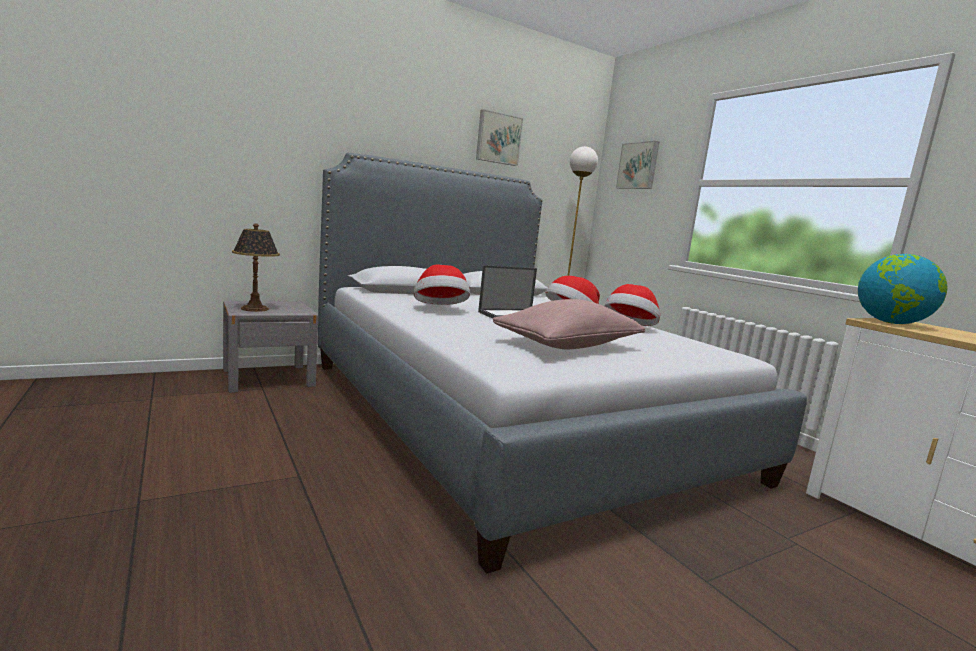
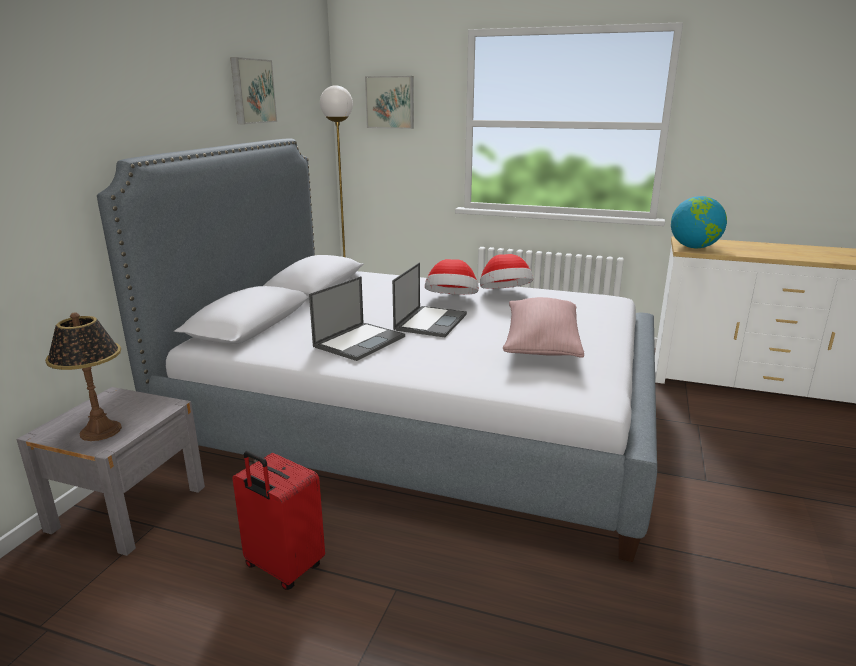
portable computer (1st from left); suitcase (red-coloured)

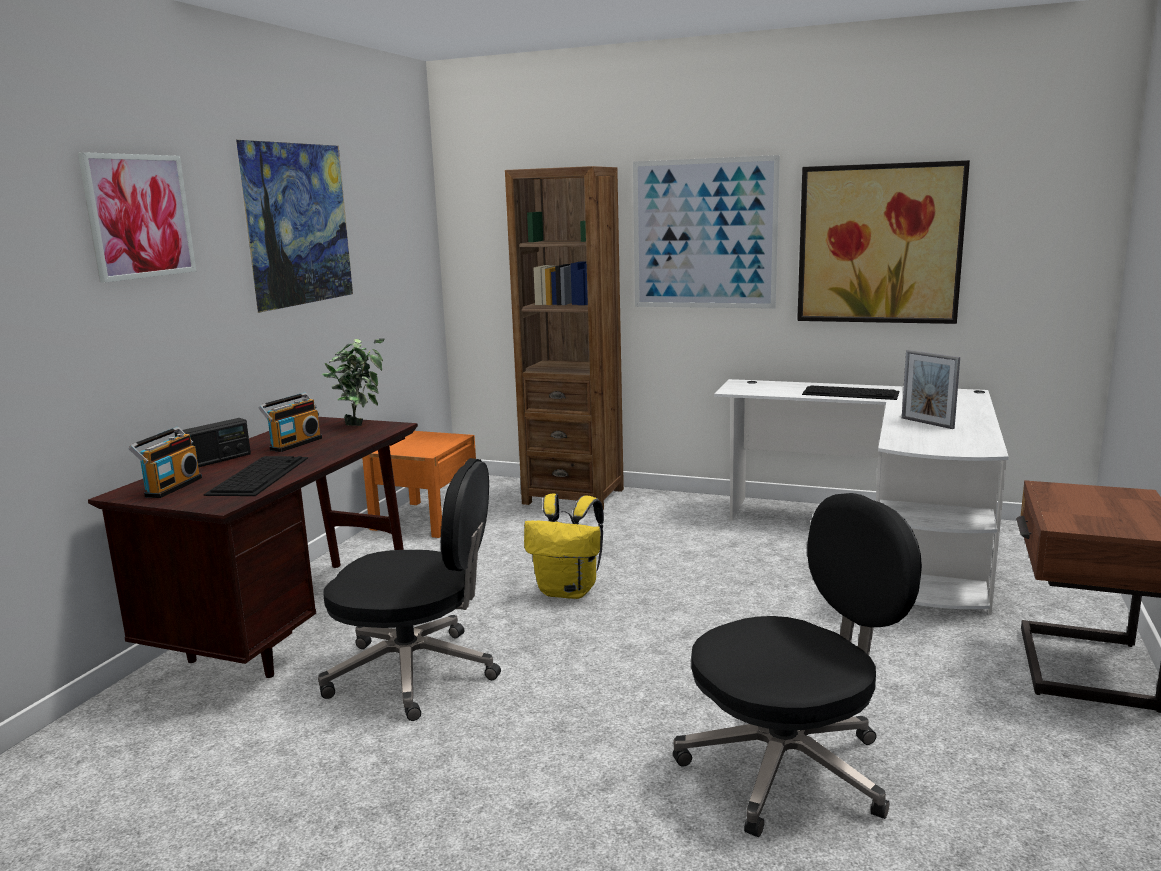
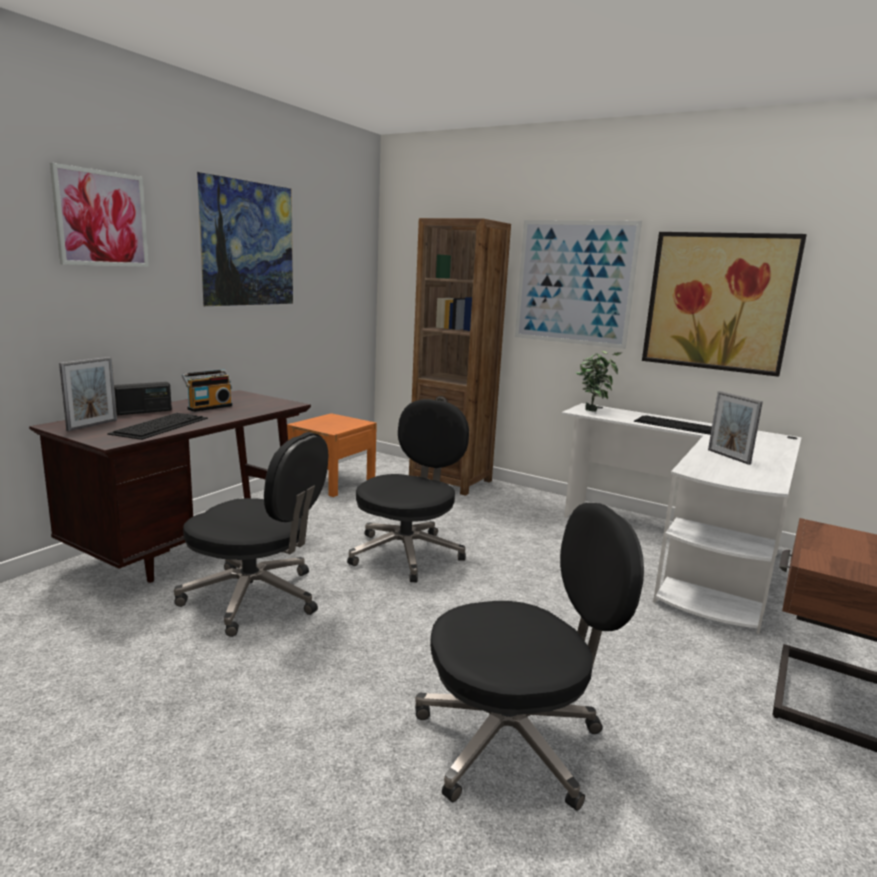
standing frame (1st from left); houseplant; desk chair (black) (2nd from left)

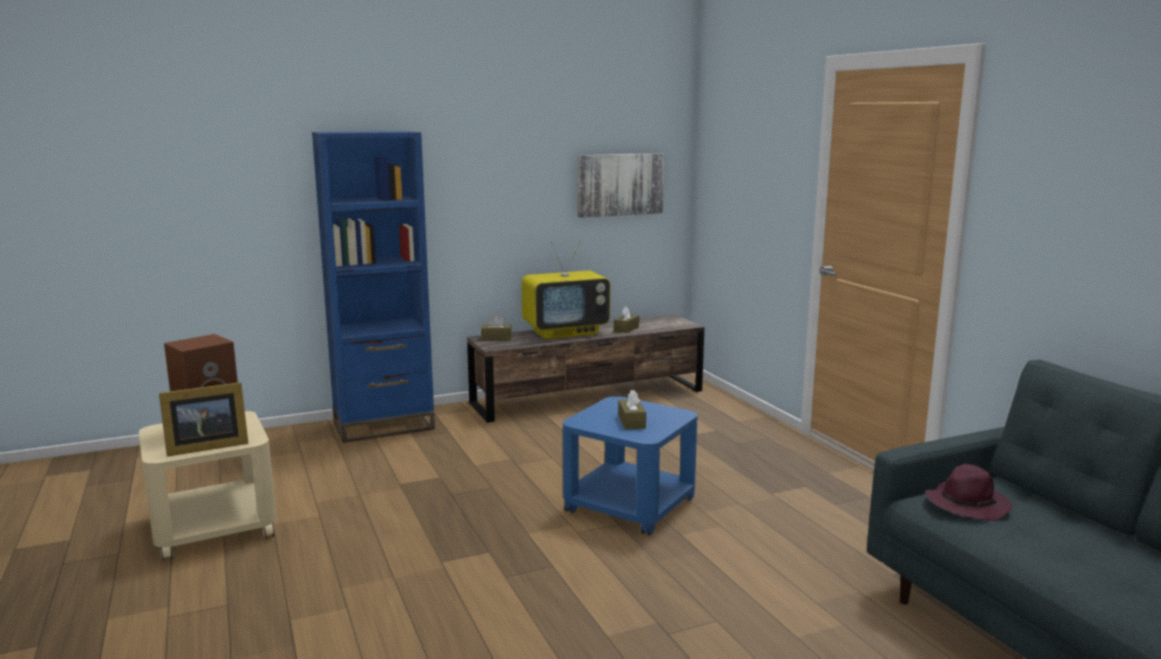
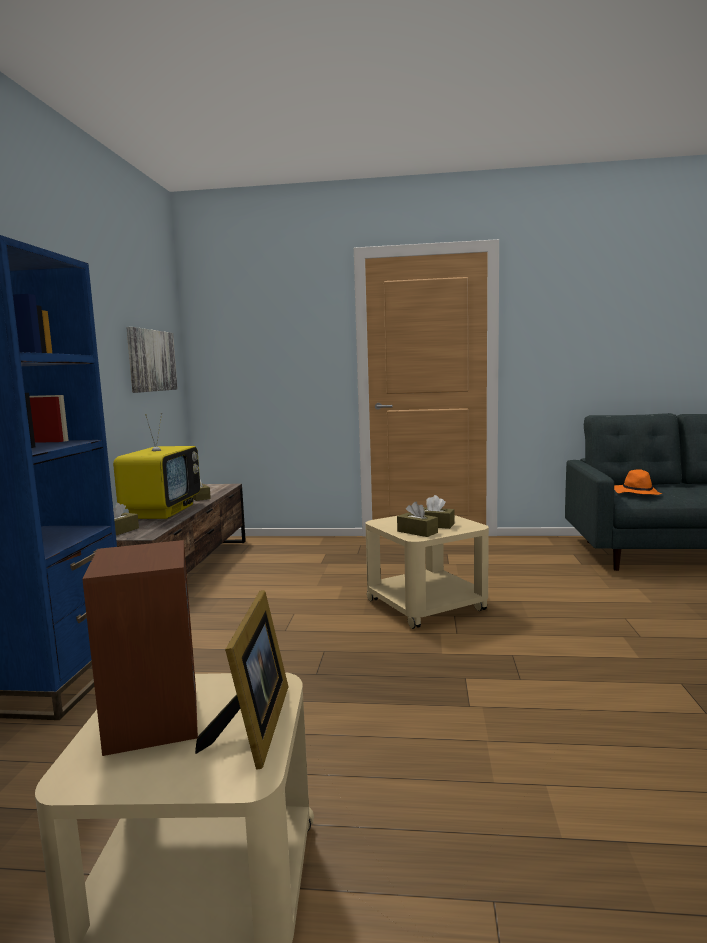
side table (beige) (2nd from left); hat (orange-coloured); tissue box (brown) (3rd from left)

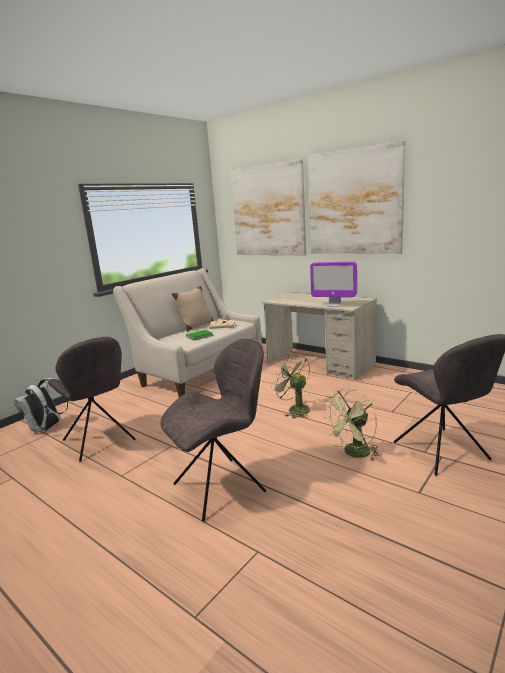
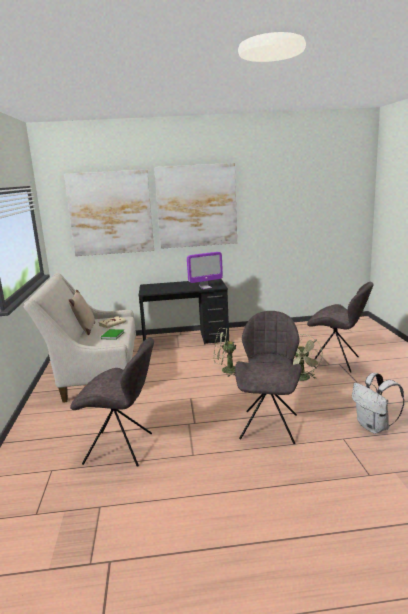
knapsack (white-coloured); desk table (black)

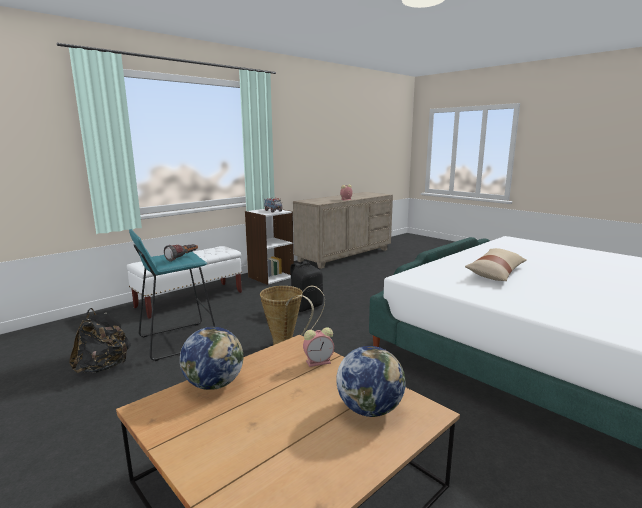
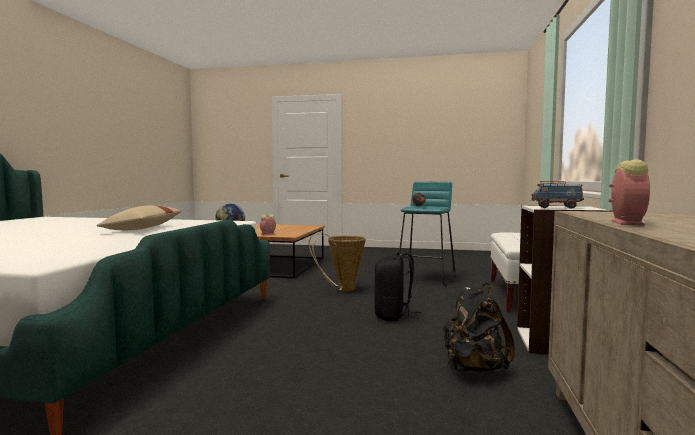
knapsack (black) (2nd from left); desk globe (1st from left in the first image)

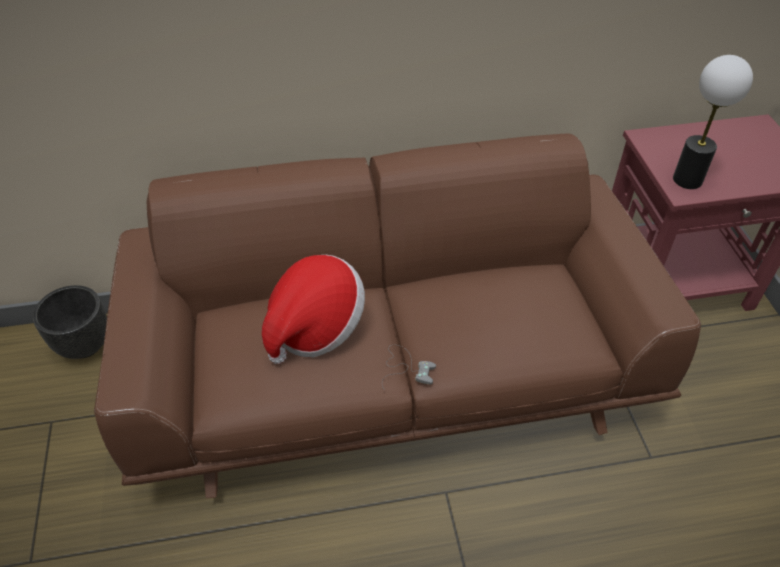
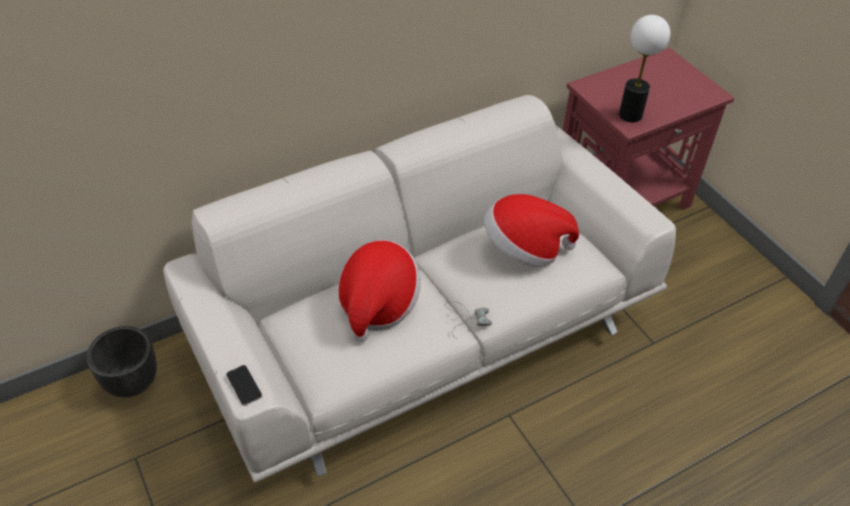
settee (white-coloured); handset; hat (2nd from left)

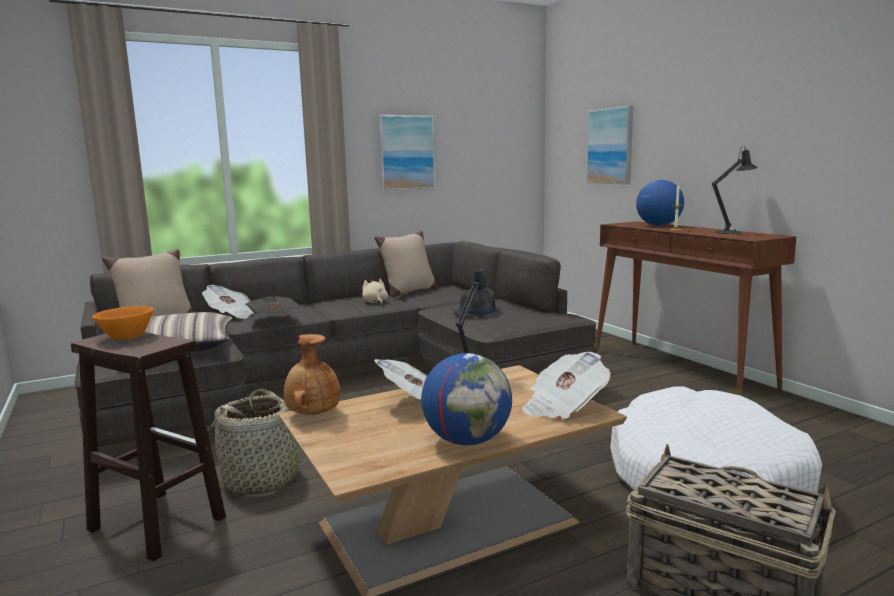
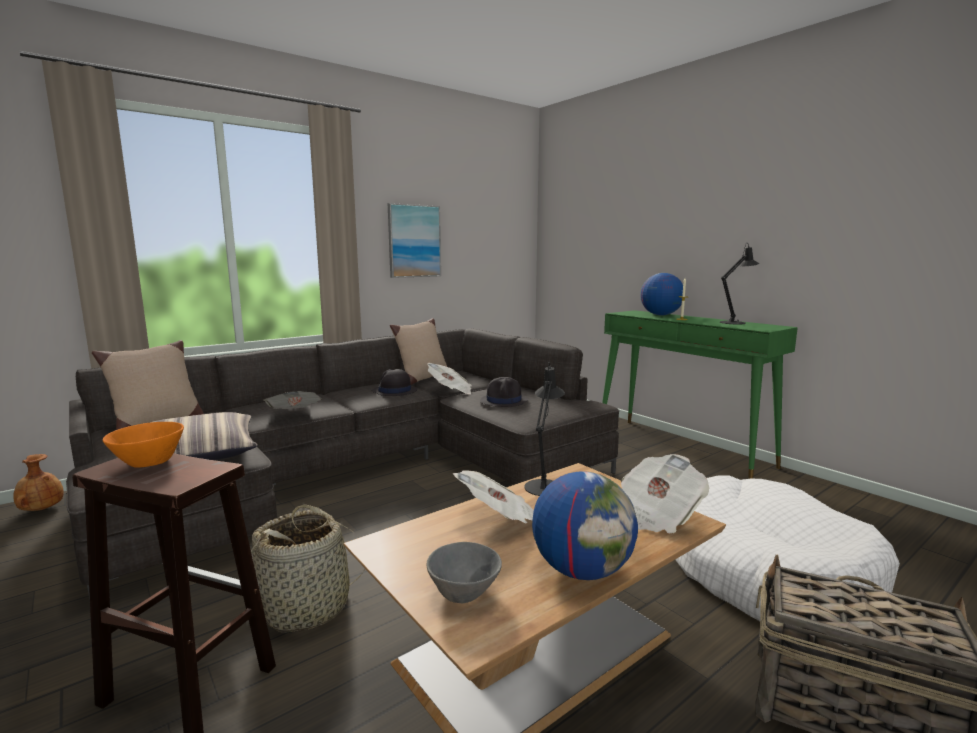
printed paper (2nd from left); vase (brown); hat (black) (1st from left); wall picture (2nd from left in the first image); narrow table (green-coloured); serving bowl (greyish)

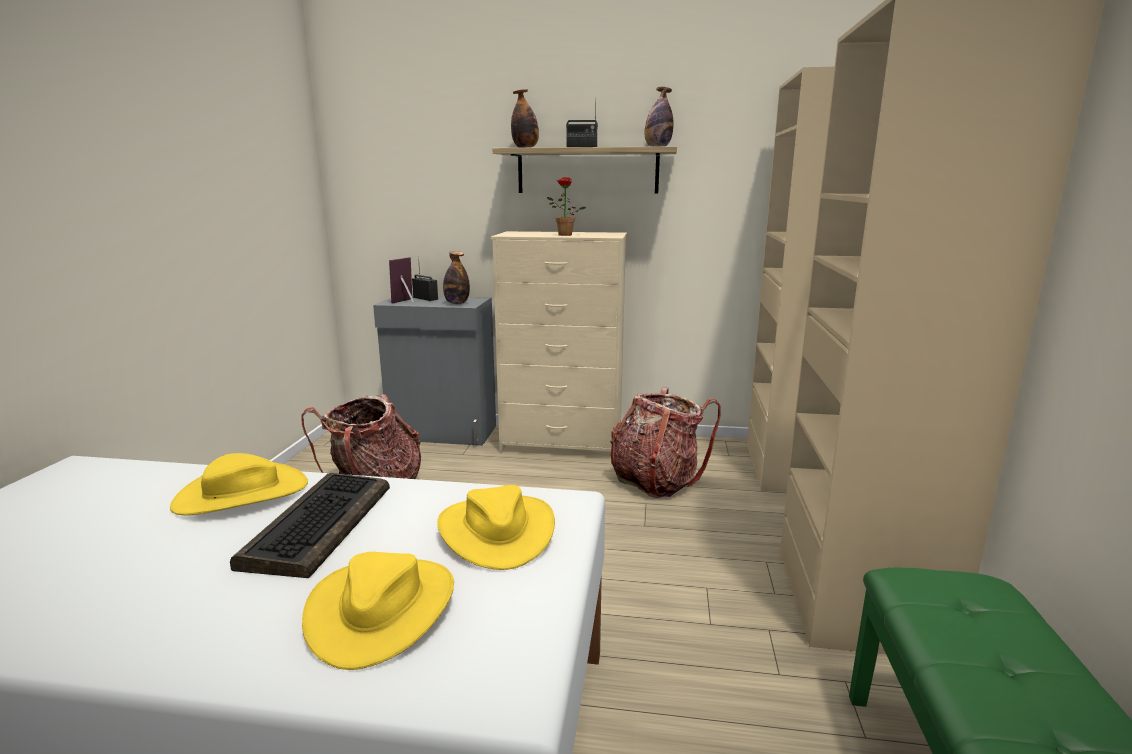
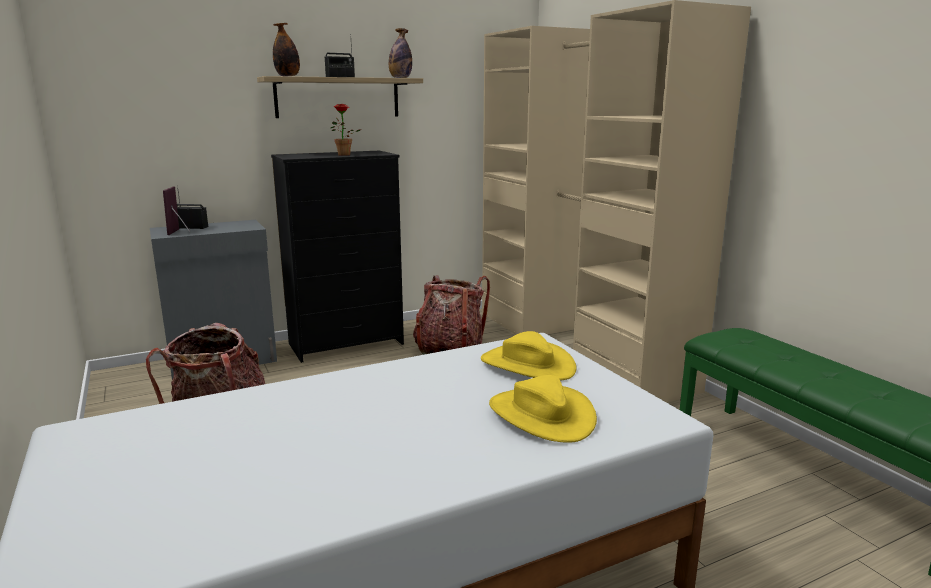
hat (yellow) (1st from left in the first image); PC keyboard; drink bottle (1st from left in the first image); drawer chest (black)

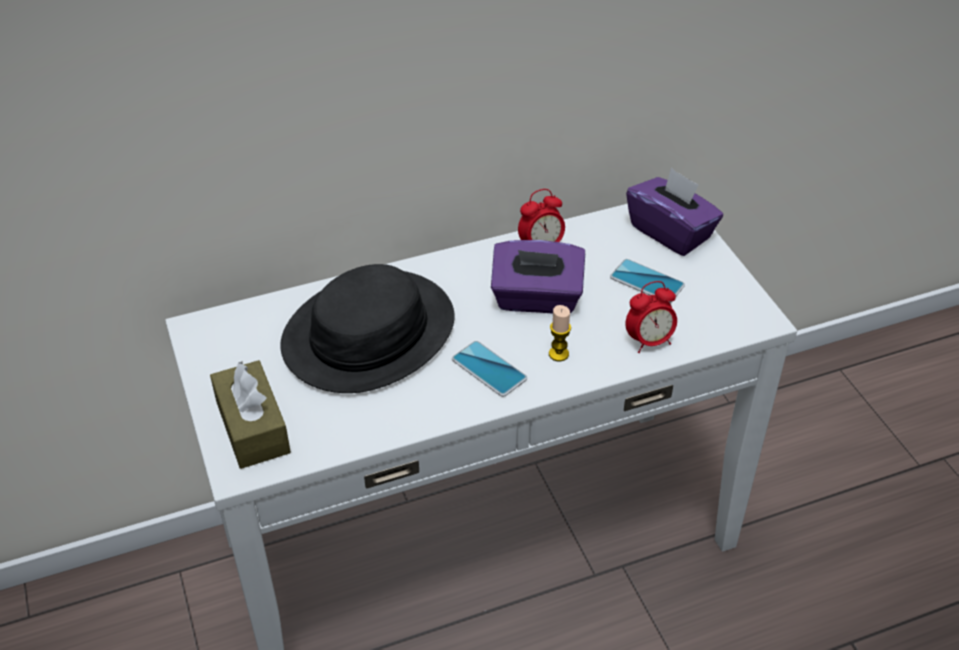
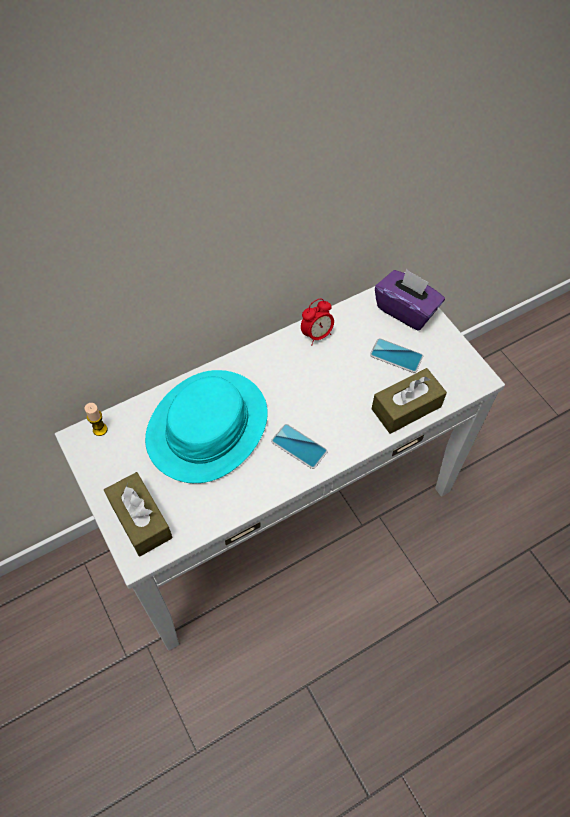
hat (blue-green); tissue box (purplish) (1st from left in the first image); wax light; tissue box (brown) (2nd from left)

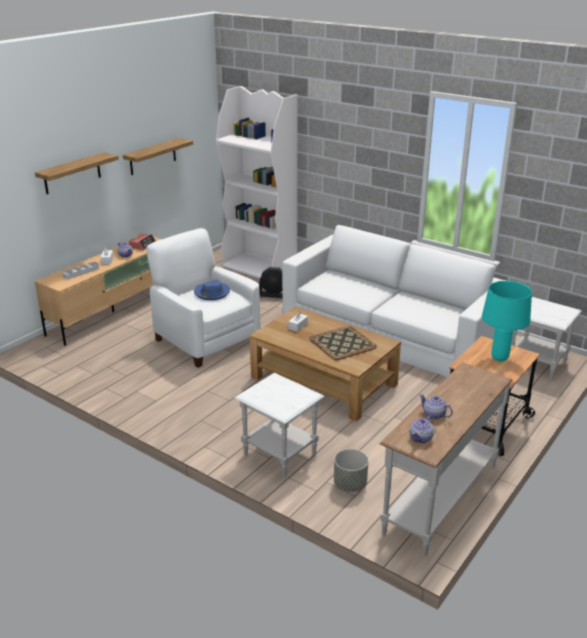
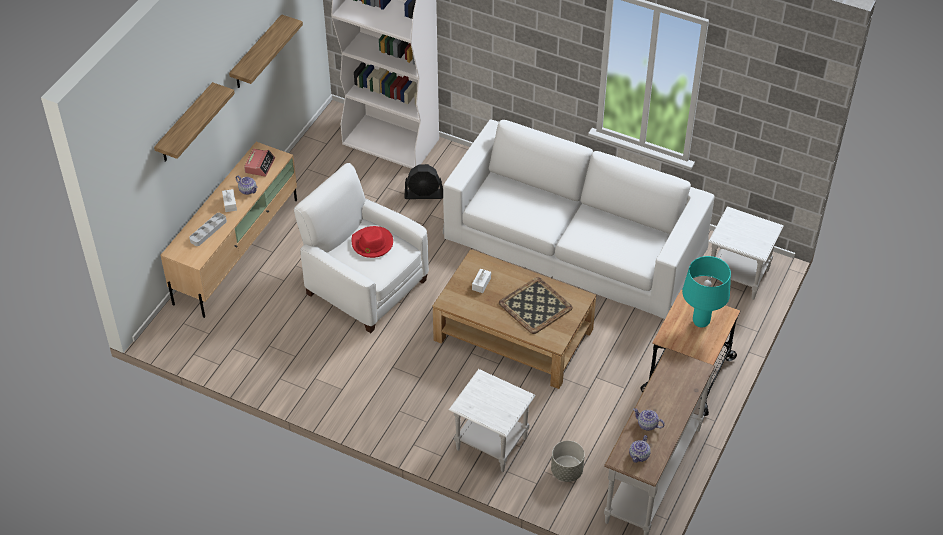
hat (red-coloured)

